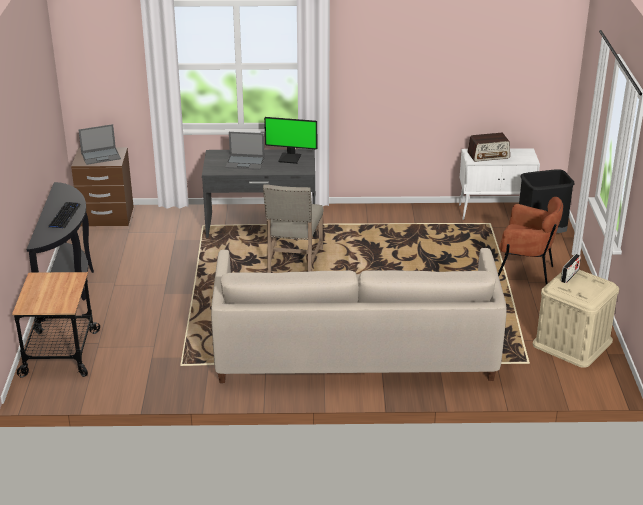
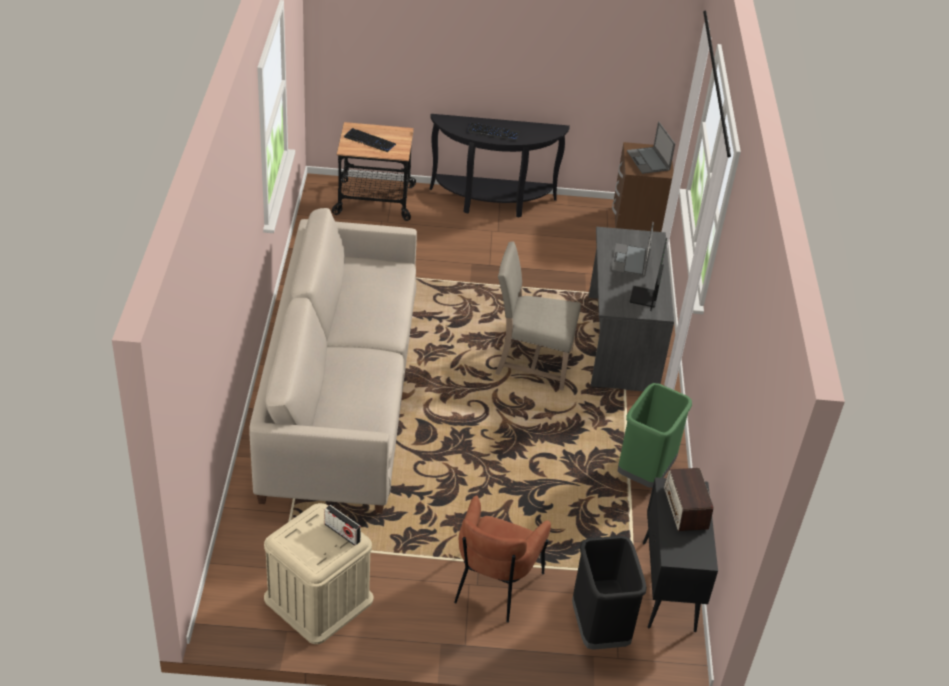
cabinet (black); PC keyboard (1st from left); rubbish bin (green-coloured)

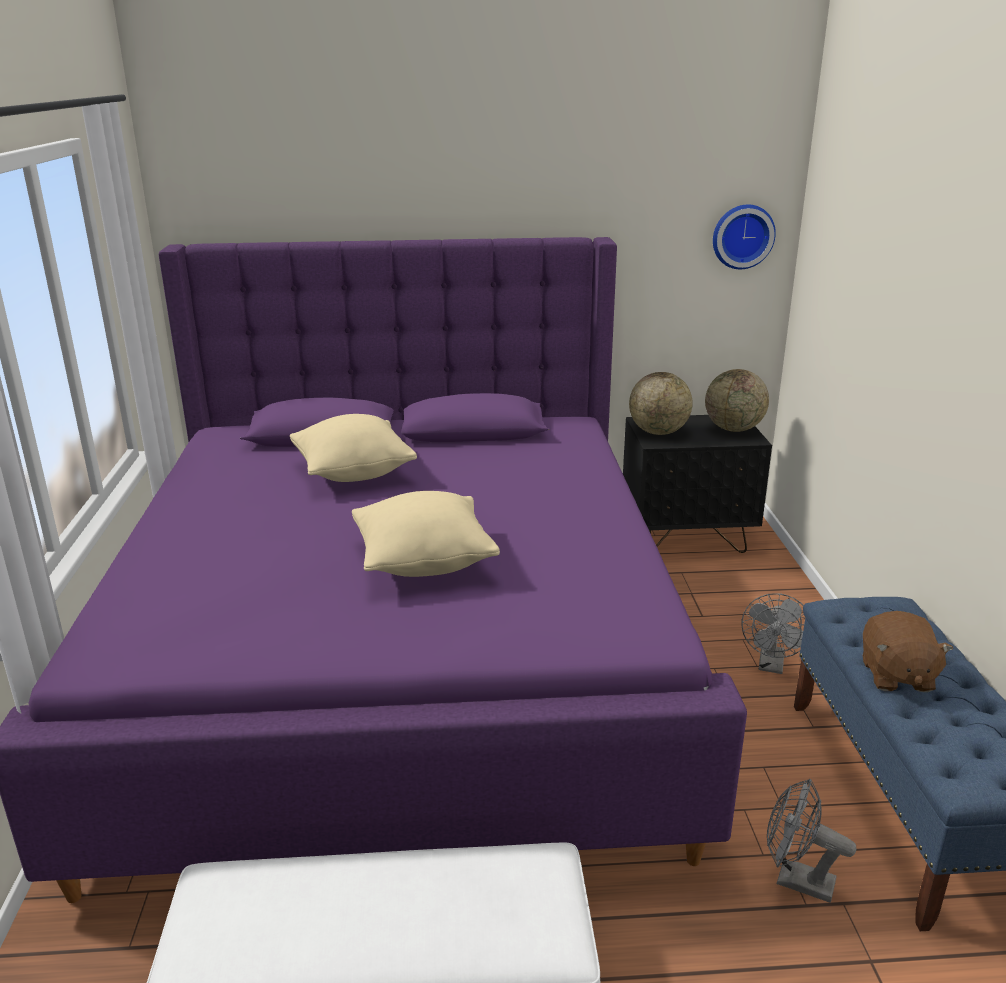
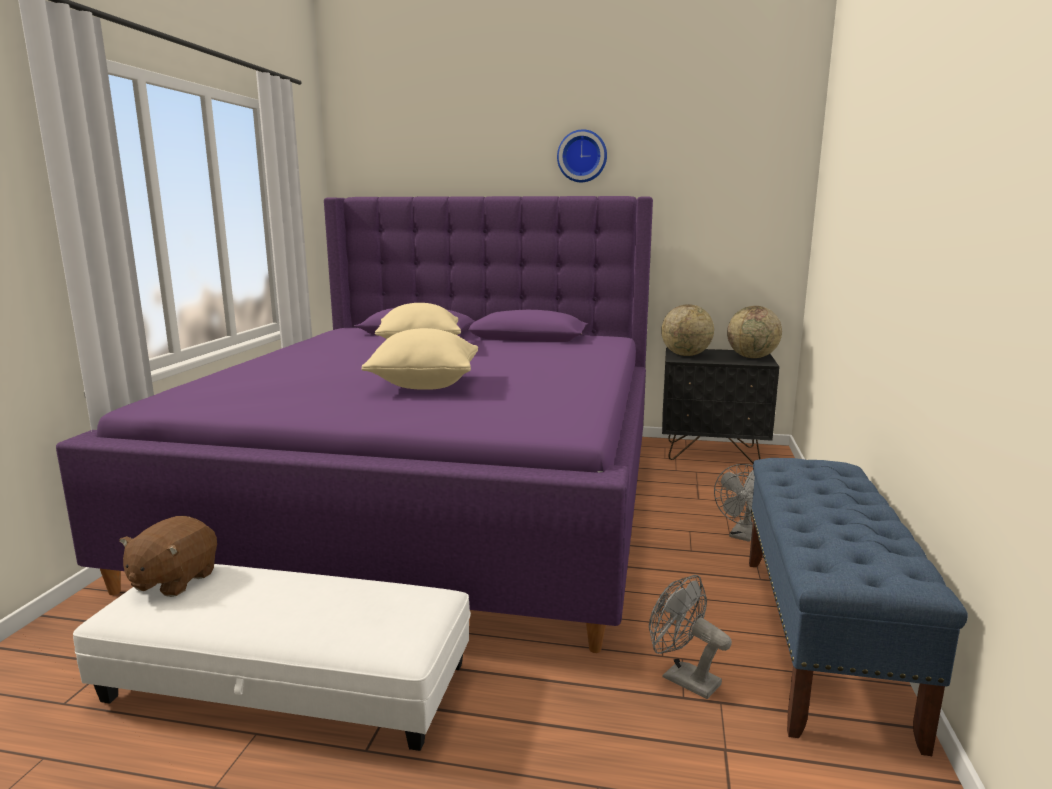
wall clock; soft toy (brown)

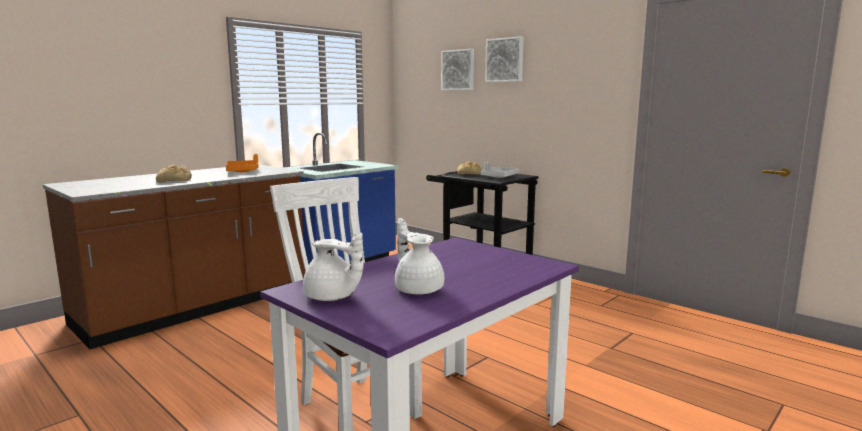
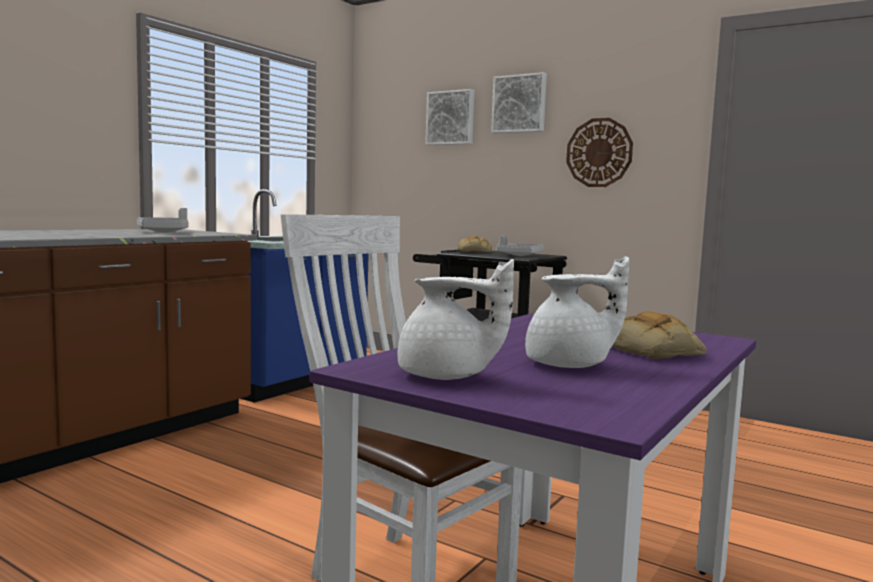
bakery bread (2nd from left); carrying tray (greyish) (1st from left); teapot (white-coloured) (2nd from left); wall clock

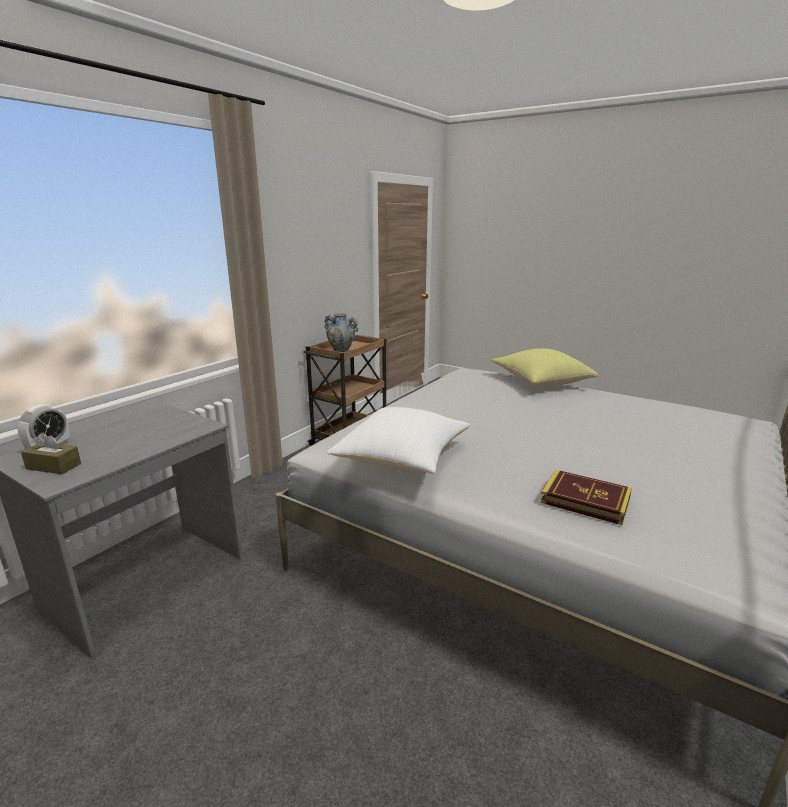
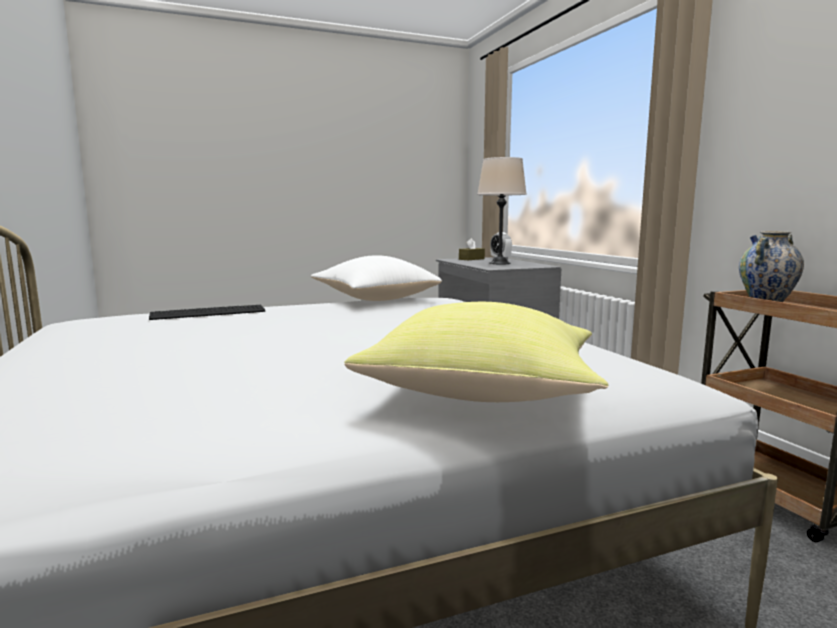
PC keyboard; lamp for a table (beige)

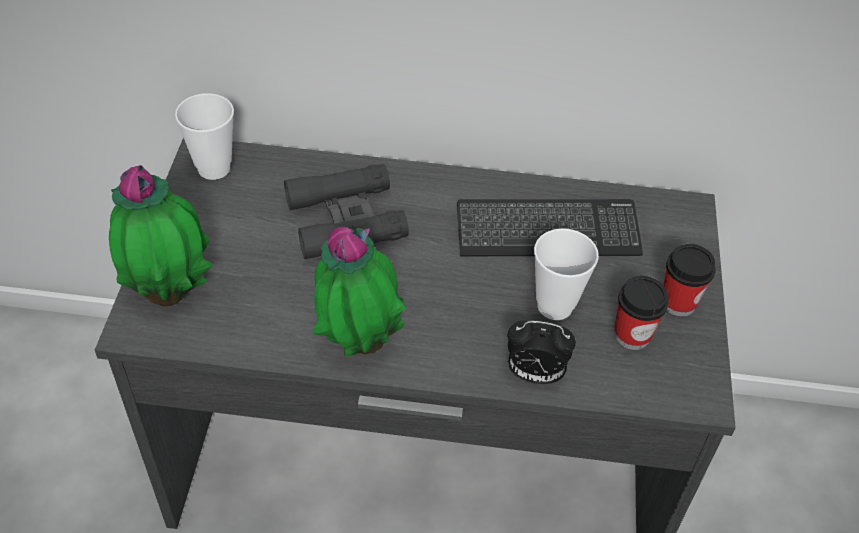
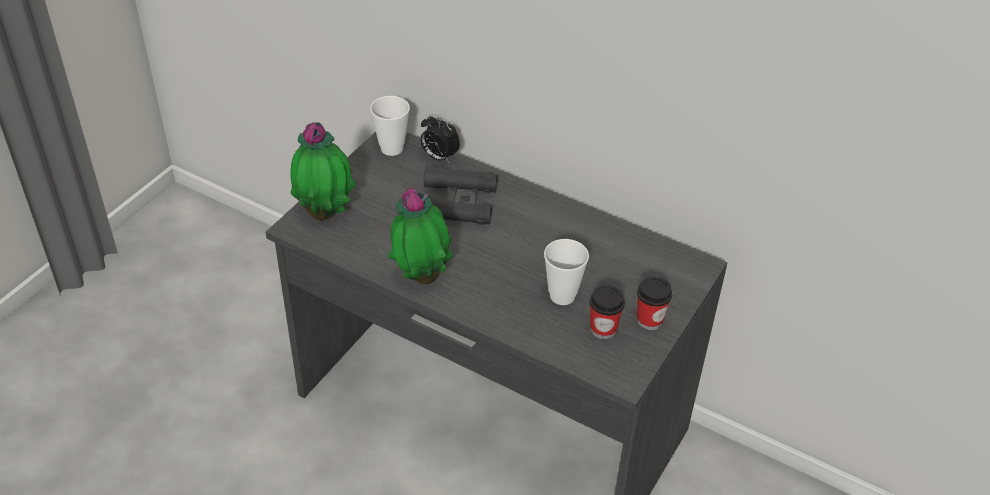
PC keyboard; table clock

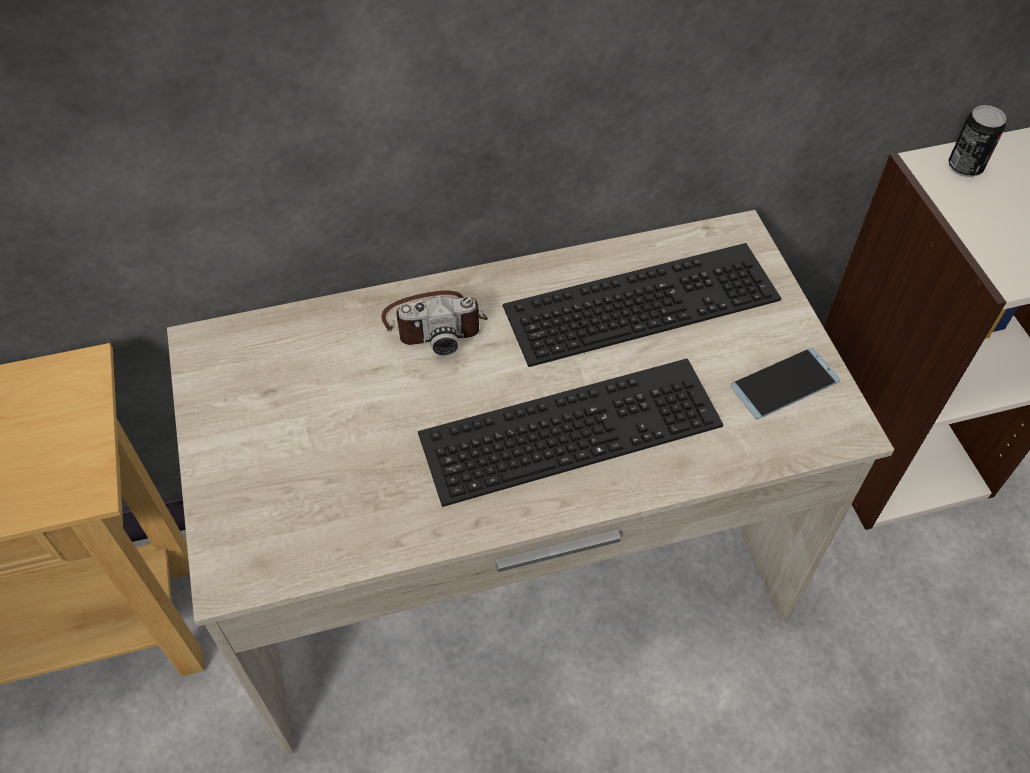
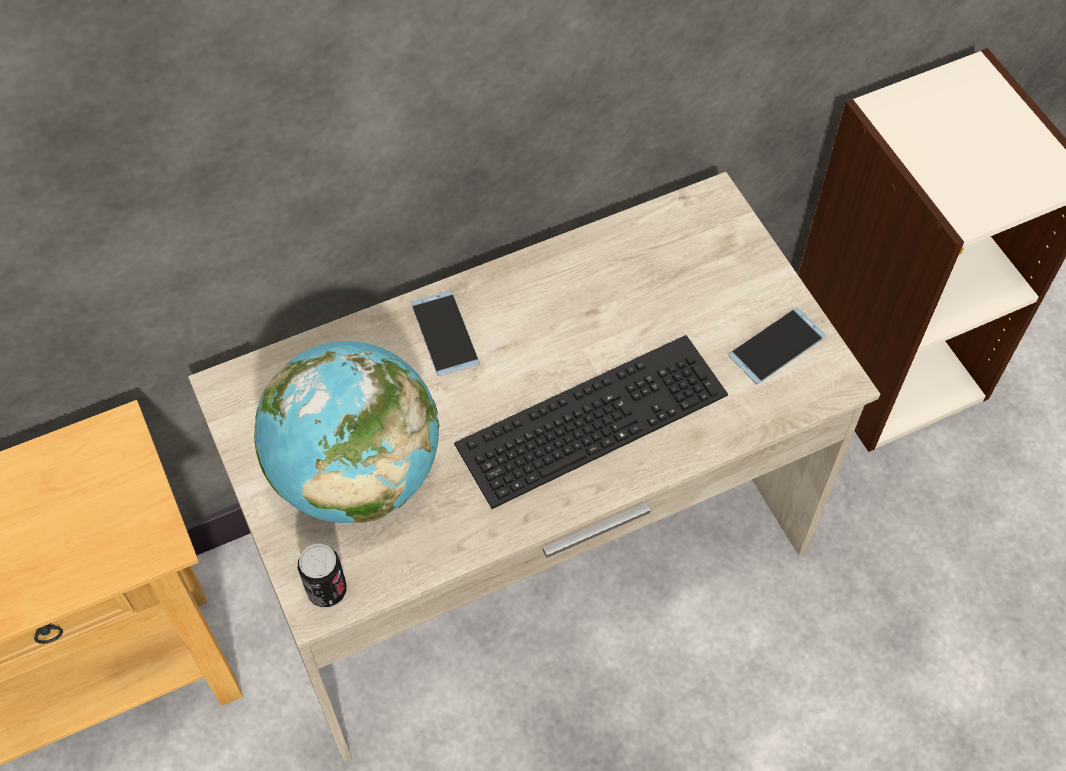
handset (1st from left); PC keyboard (2nd from left in the first image); sealed can; desk globe

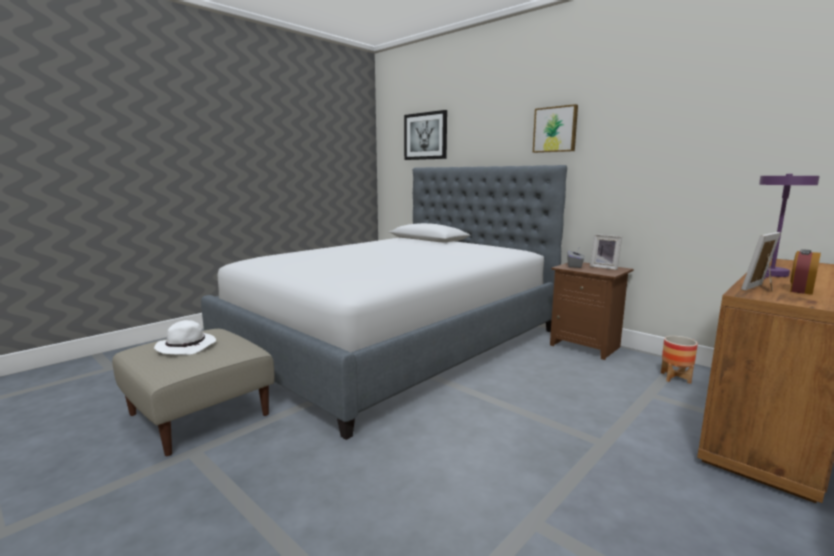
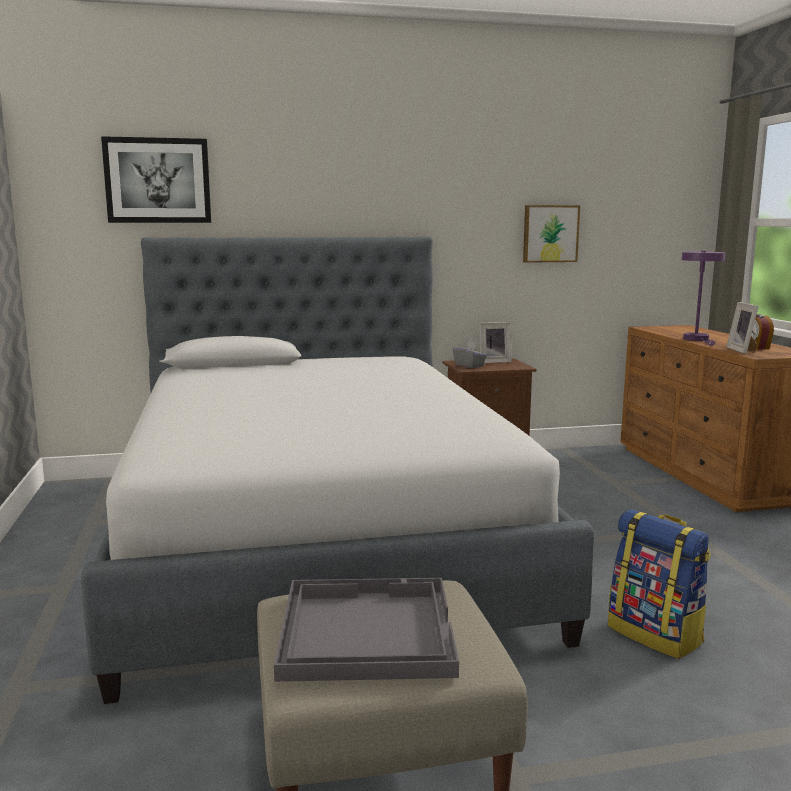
carrying tray (greyish); wall picture (2nd from left); flower pot; knapsack

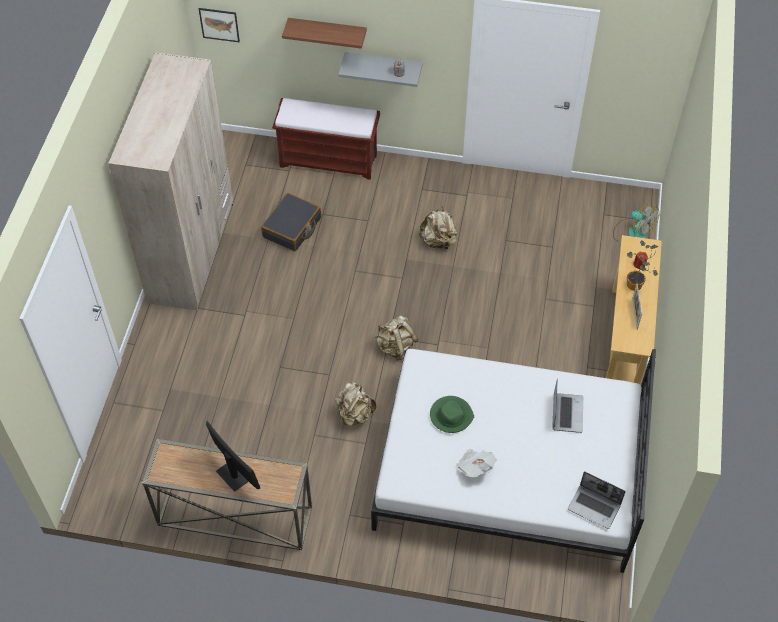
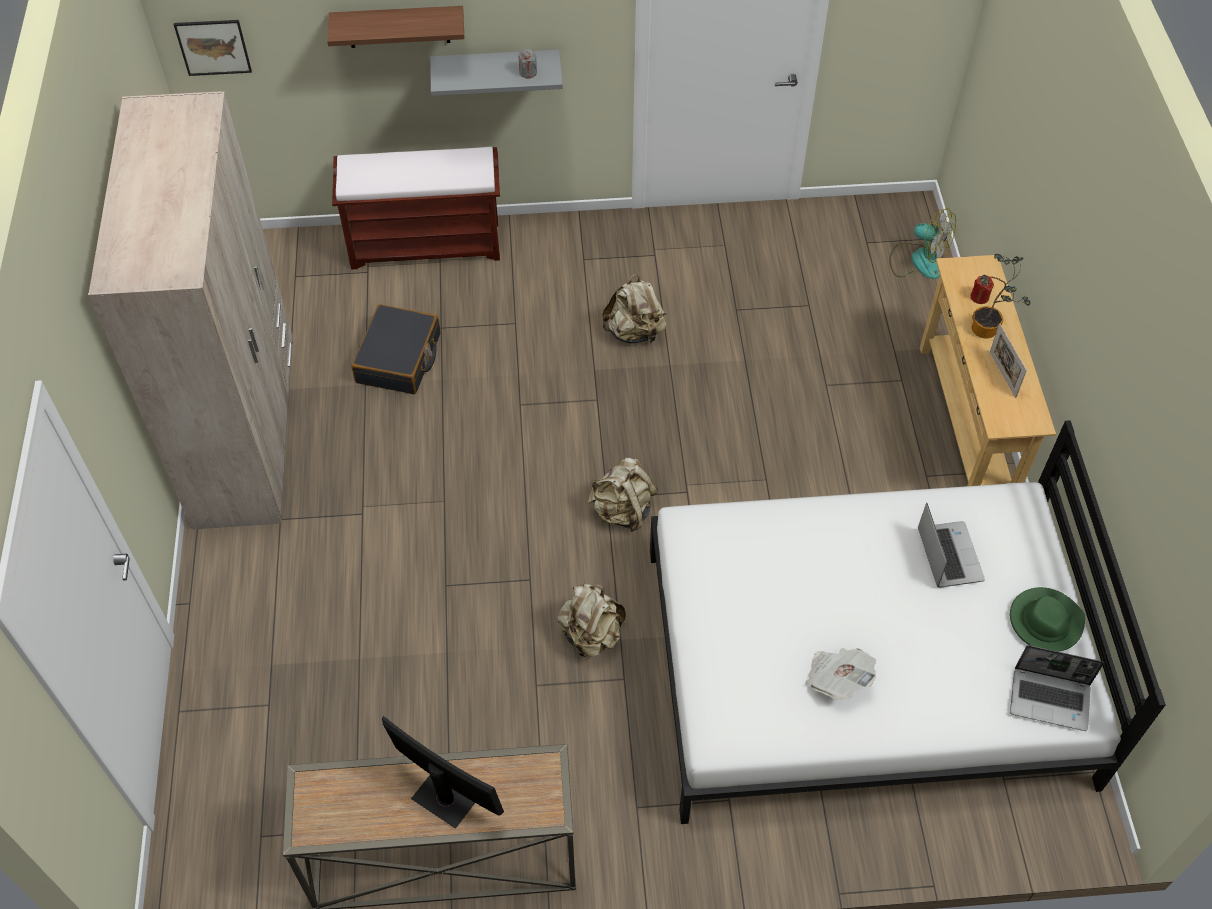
hat (green-coloured)

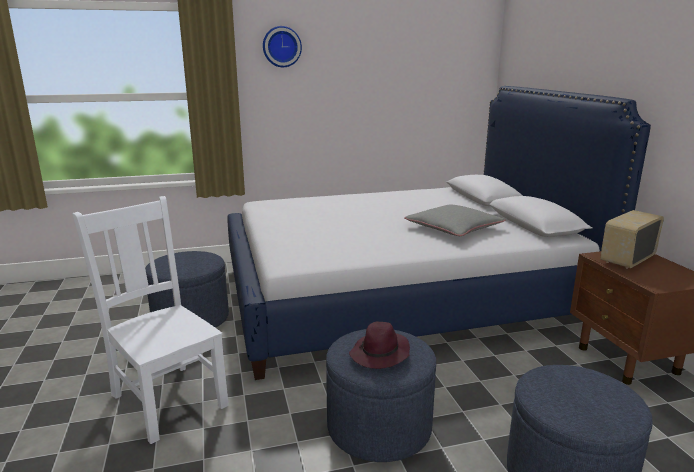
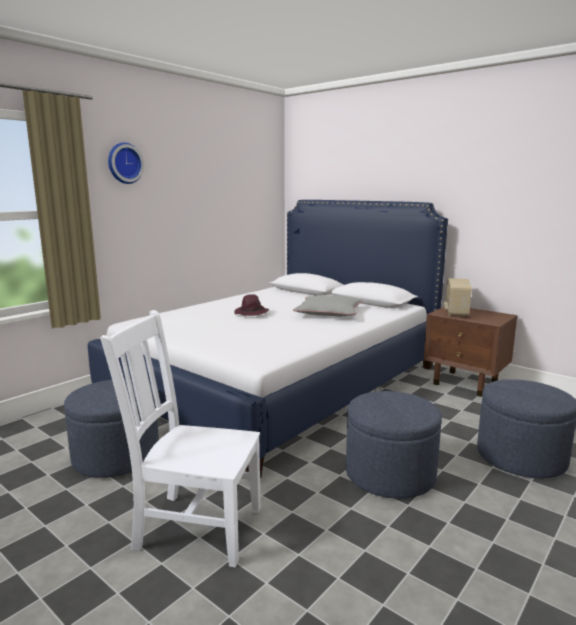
hat (purplish)

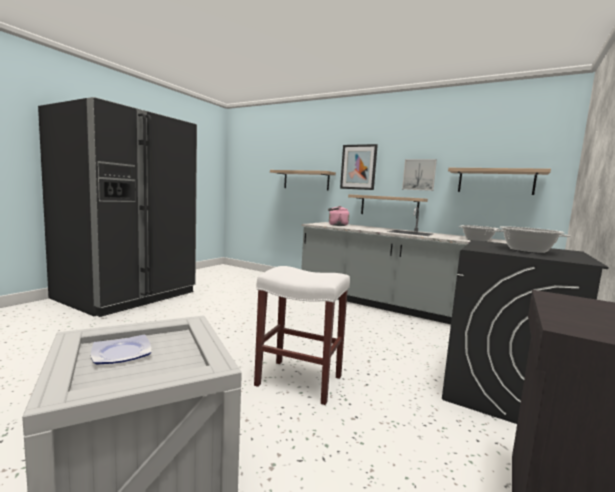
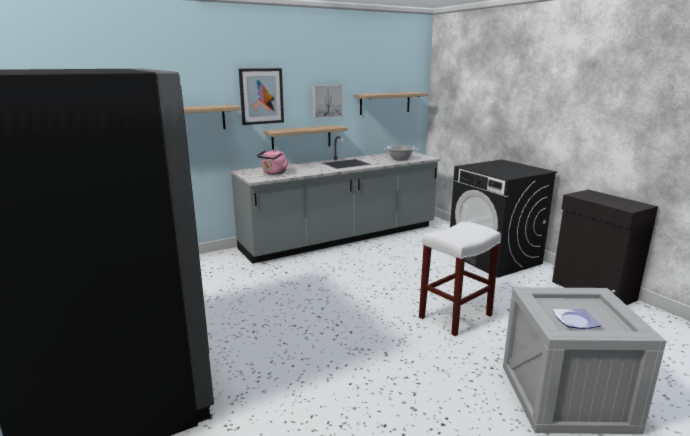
stockpot (2nd from left in the first image)

